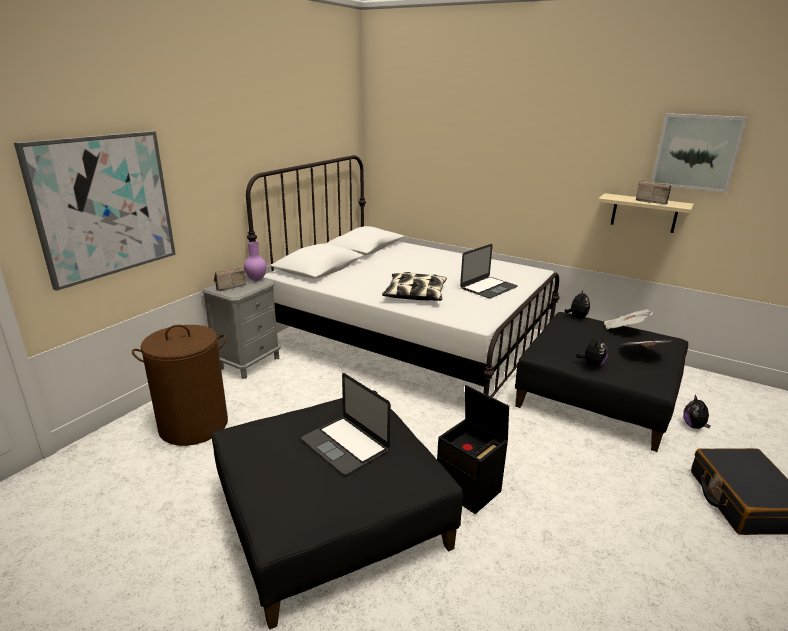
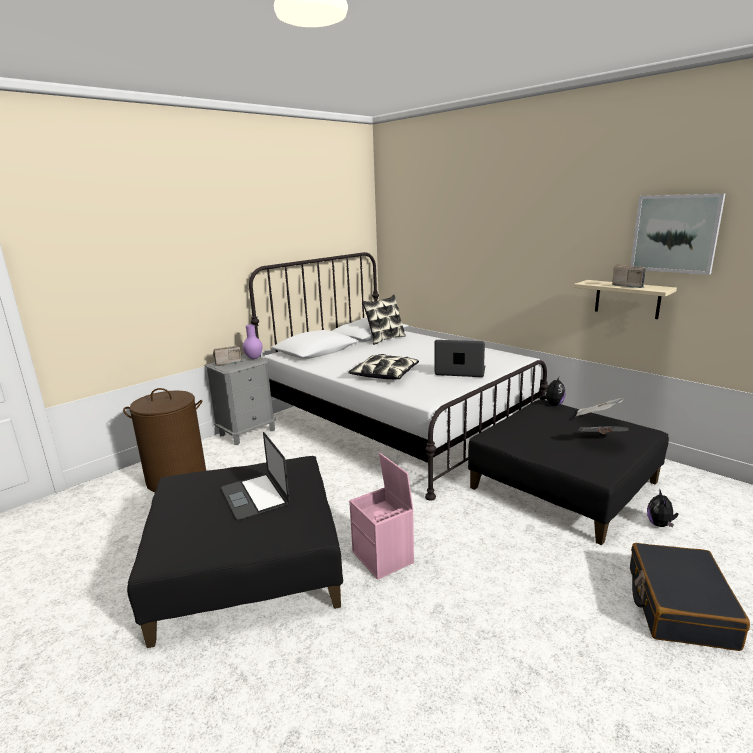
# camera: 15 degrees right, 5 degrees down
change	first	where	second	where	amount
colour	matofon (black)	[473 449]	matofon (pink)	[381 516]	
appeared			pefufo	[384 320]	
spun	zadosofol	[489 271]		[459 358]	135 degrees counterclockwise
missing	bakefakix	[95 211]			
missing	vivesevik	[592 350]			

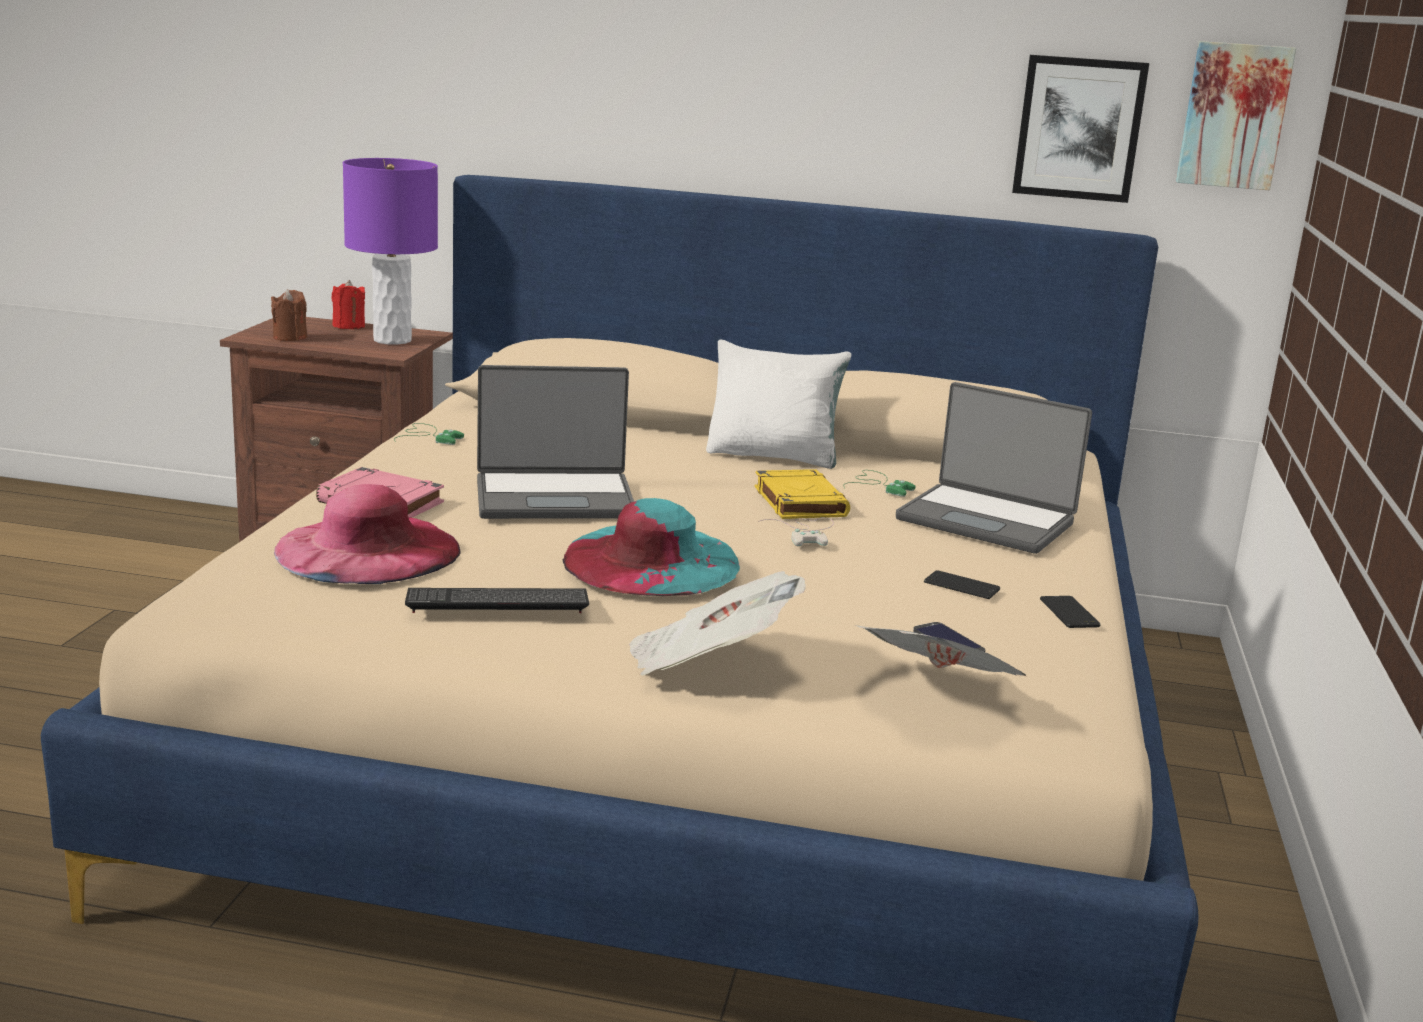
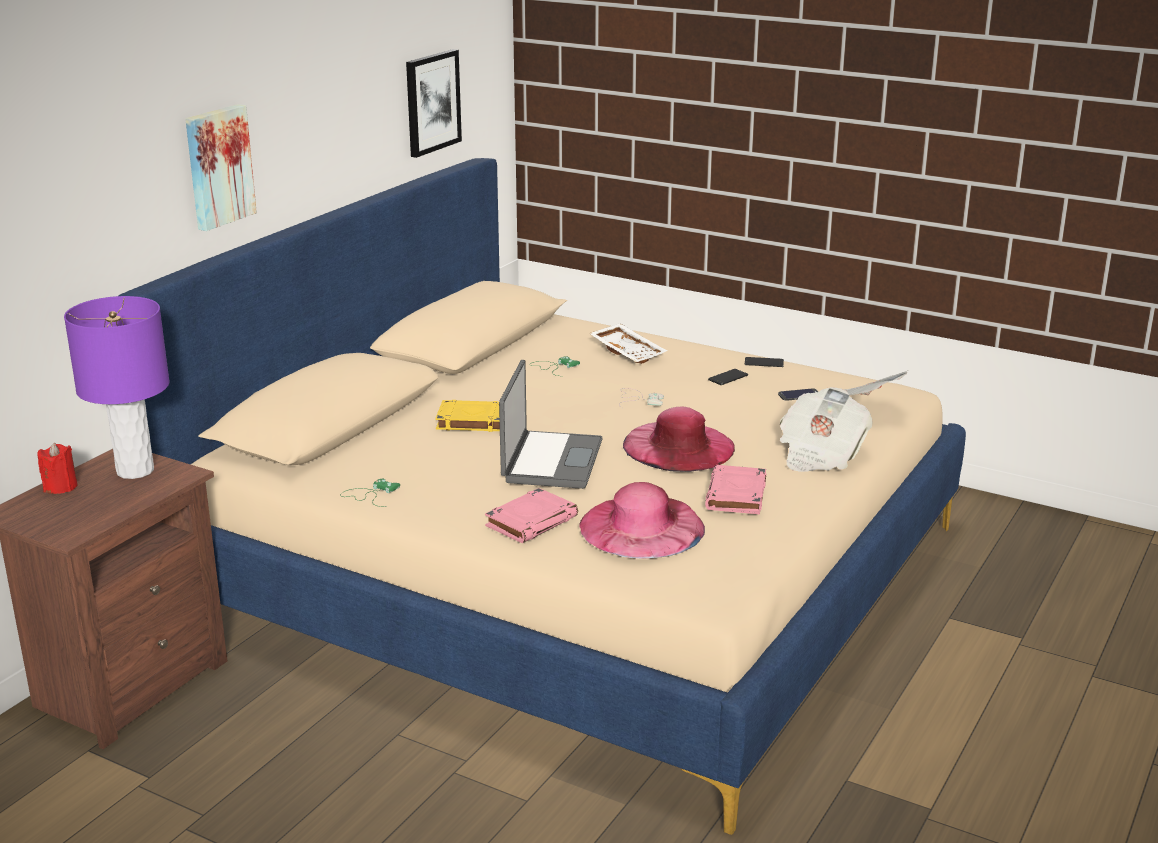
# camera: 70 degrees left, 5 degrees up
change	first	where	second	where	amount
relocated	bakefakix	[1236 115]		[221 167]	
relocated	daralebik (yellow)	[802 494]		[467 416]	
exchanged	zadosofol	[994 468]	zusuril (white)	[628 343]	
colour	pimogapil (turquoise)	[651 547]	pimogapil (pink)	[679 439]	
exchanged	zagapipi	[497 600]	daralebik (pink)	[735 489]	
missing	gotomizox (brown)	[289 315]			
missing	pefufo (white)	[779 404]			

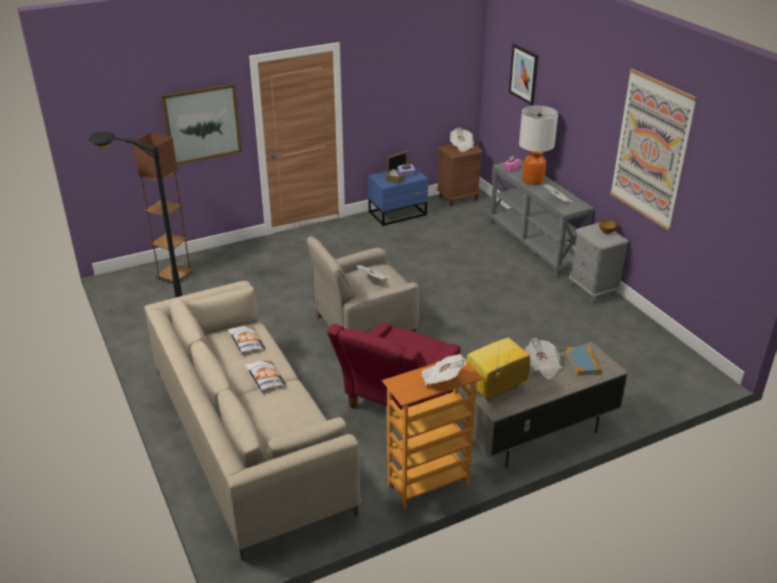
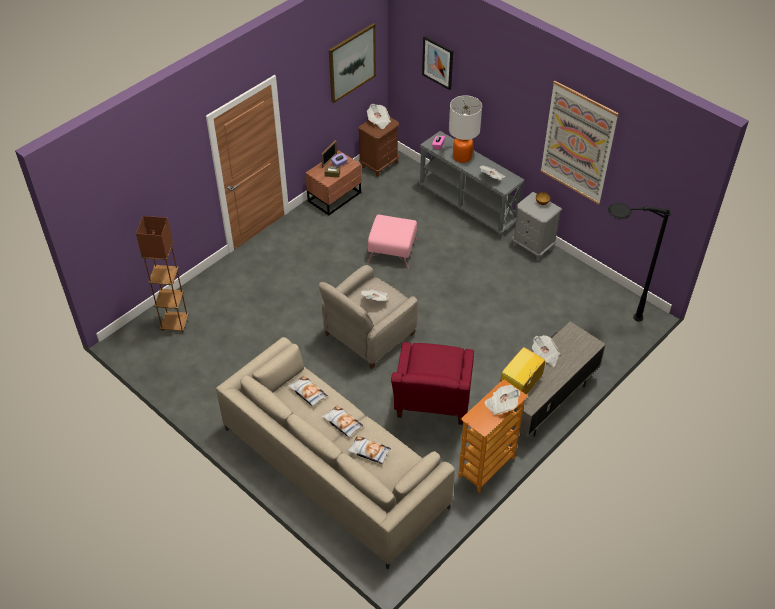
# camera: 20 degrees left, 15 degrees up
change	first	where	second	where	amount
colour	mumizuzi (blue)	[398 196]	mumizuzi (brown)	[333 182]	
relocated	bakefakix	[201 124]		[352 63]	
appeared			pefufo	[369 450]	
appeared			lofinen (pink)	[392 242]	
relocated	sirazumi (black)	[135 215]		[639 262]	
missing	daralebik	[583 361]			

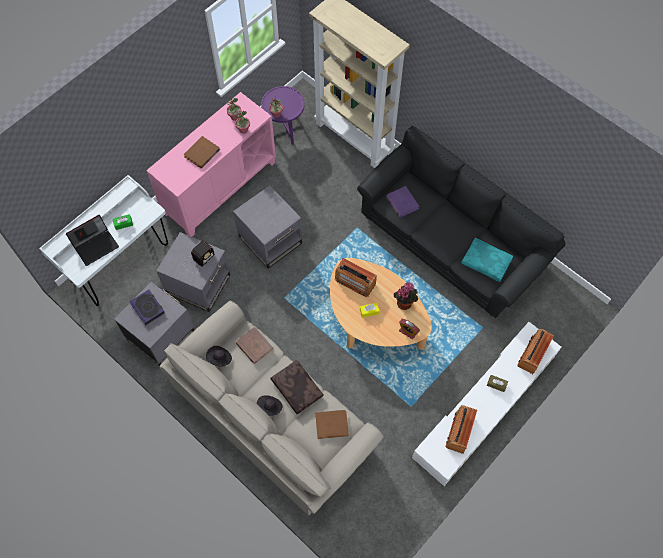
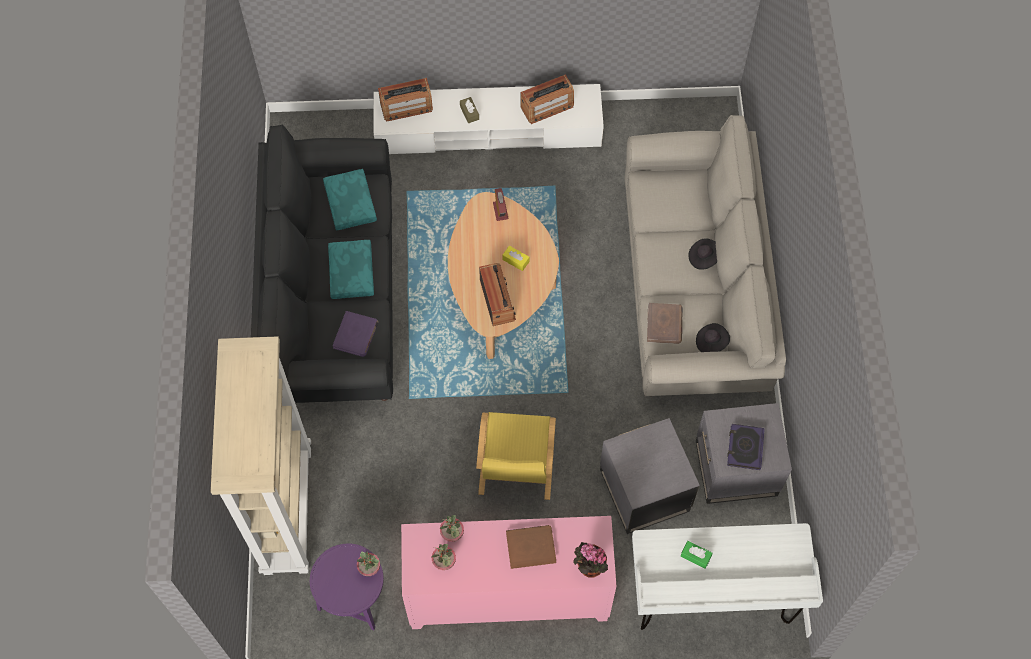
# camera: 135 degrees left, 0 degrees up
change	first	where	second	where	amount
appeared			pefufo (turquoise)	[351 269]	
exchanged	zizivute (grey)	[268 227]	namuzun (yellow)	[516 456]	
relocated	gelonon	[406 296]		[590 560]	
missing	zadosofol	[92 240]			
missing	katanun	[199 257]			
missing	pefufo (brown)	[297 387]			
missing	daralebik (brown)	[332 424]			

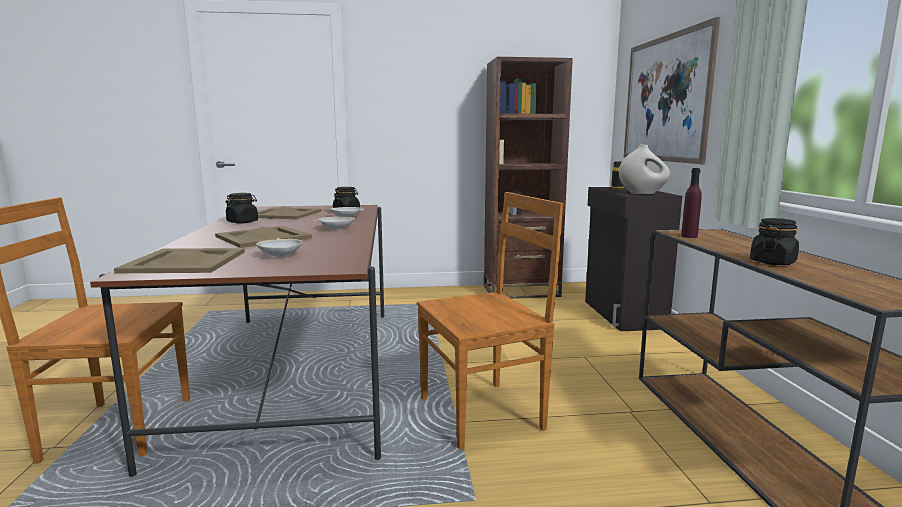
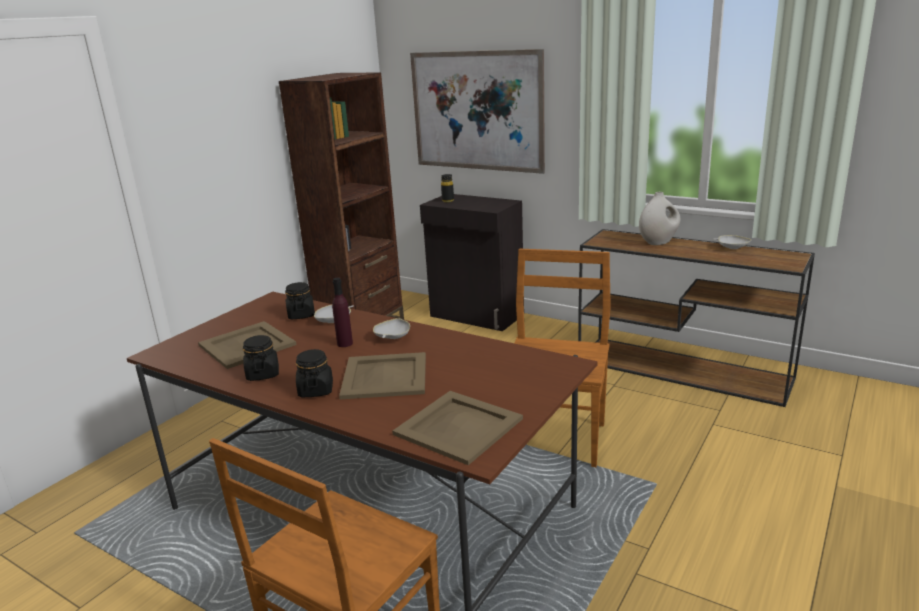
# camera: 50 degrees left, 10 degrees up
change	first	where	second	where	amount
relocated	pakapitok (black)	[774 241]		[314 373]	
relocated	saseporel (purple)	[691 203]		[342 312]	
relocated	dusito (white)	[644 169]		[659 218]	
relocated	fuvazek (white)	[279 248]		[732 242]	

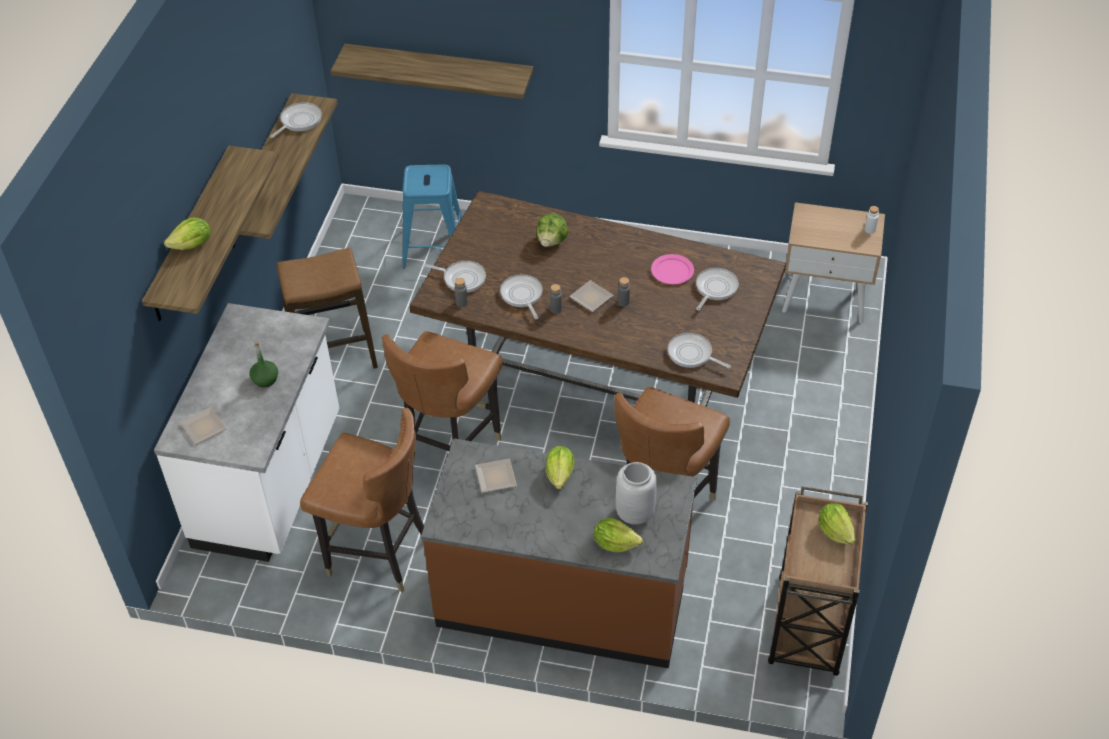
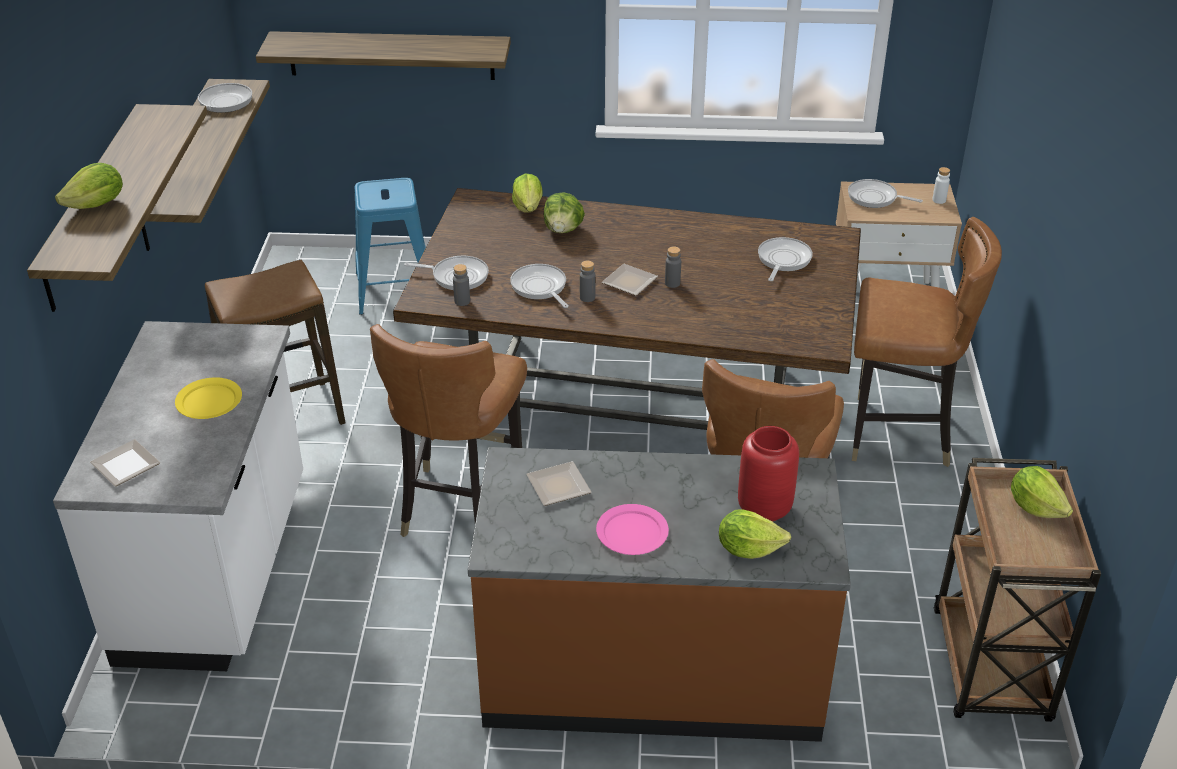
# camera: 10 degrees left, 10 degrees down
change	first	where	second	where	amount
exchanged	saseporel (green)	[263 364]	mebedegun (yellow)	[208 398]	
relocated	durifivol	[560 467]		[527 193]	
relocated	mebedegun (pink)	[672 269]		[632 529]	
colour	dusito (grey)	[636 493]	dusito (red)	[768 474]	
relocated	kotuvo	[699 350]		[885 193]	
relocated	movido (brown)	[362 500]		[927 342]	

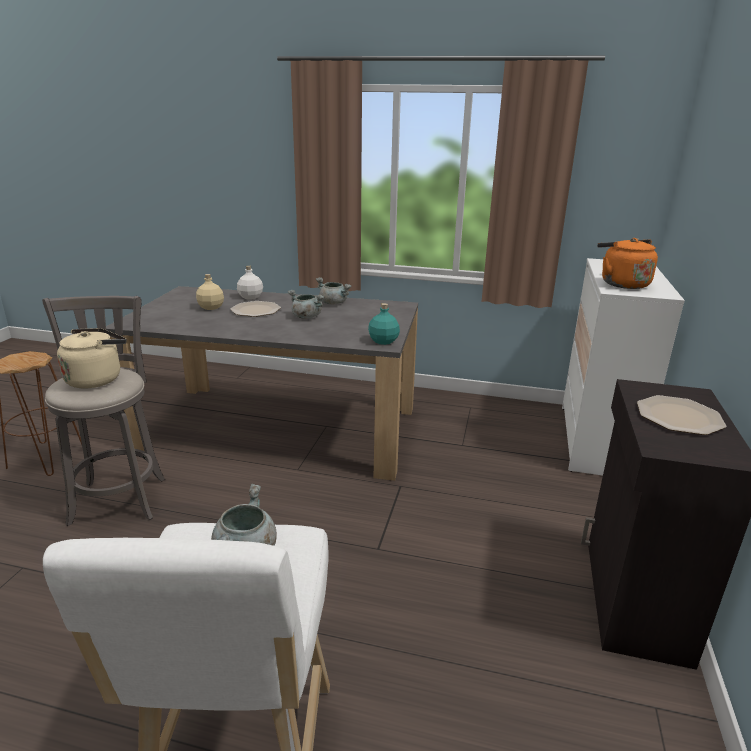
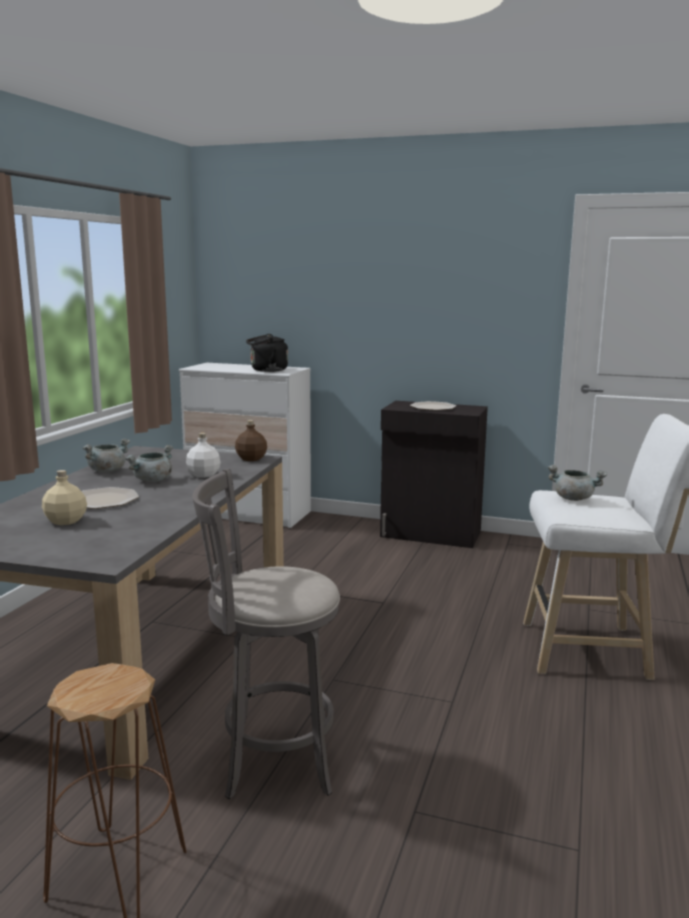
# camera: 85 degrees left, 10 degrees down
change	first	where	second	where	amount
relocated	saseporel (white)	[250 282]		[203 455]	
colour	saseporel (turquoise)	[384 324]	saseporel (brown)	[251 440]	
colour	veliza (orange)	[627 263]	veliza (black)	[267 353]	
missing	veliza (beige)	[91 358]			

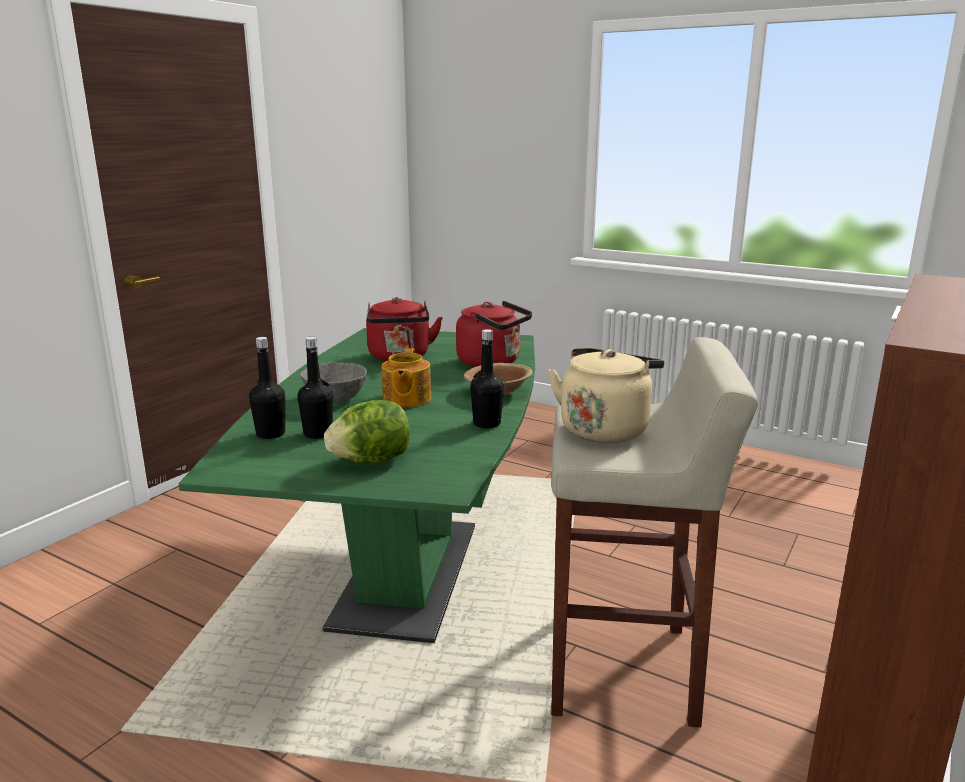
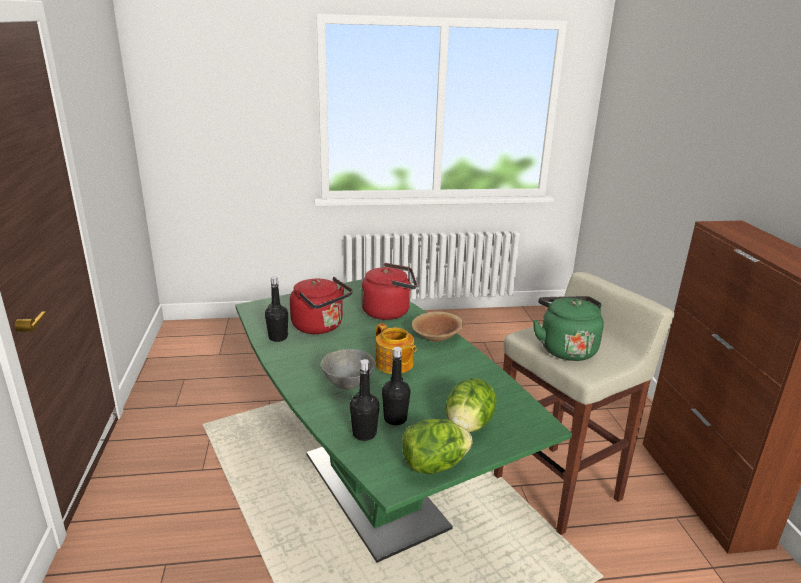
# camera: 40 degrees left, 5 degrees up
change	first	where	second	where	amount
relocated	saseporel (black)	[487 378]		[276 309]	
appeared			durifivol	[437 446]	
colour	veliza (beige)	[606 395]	veliza (green)	[568 328]	

